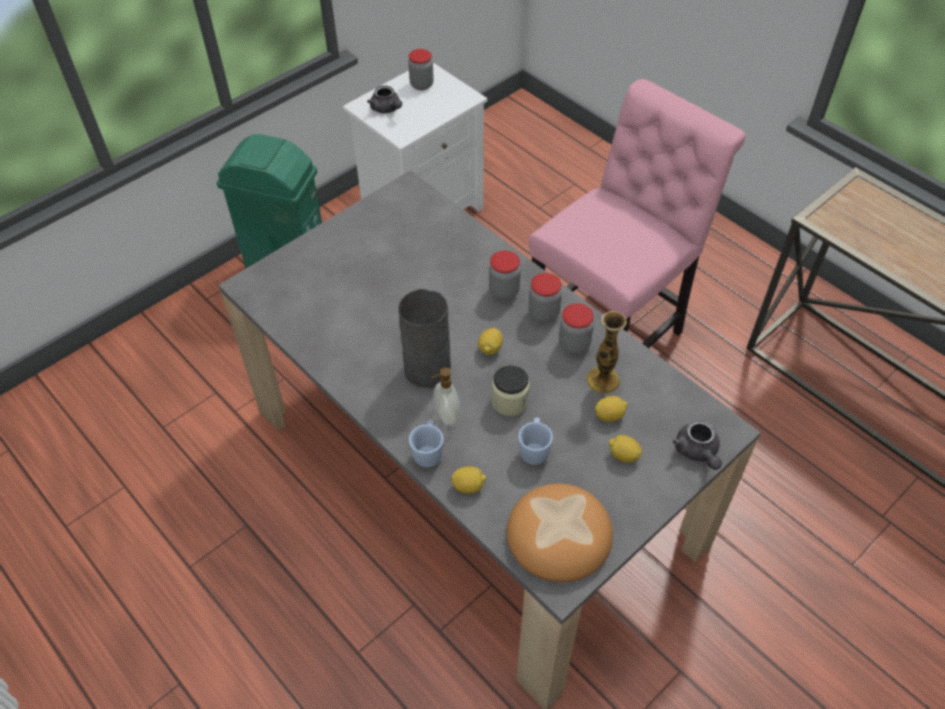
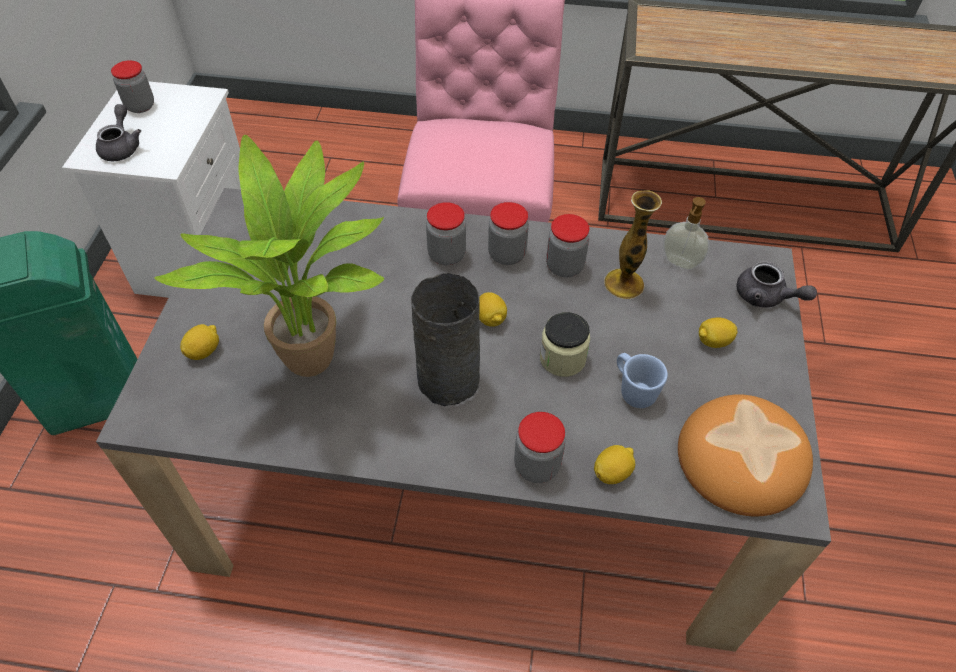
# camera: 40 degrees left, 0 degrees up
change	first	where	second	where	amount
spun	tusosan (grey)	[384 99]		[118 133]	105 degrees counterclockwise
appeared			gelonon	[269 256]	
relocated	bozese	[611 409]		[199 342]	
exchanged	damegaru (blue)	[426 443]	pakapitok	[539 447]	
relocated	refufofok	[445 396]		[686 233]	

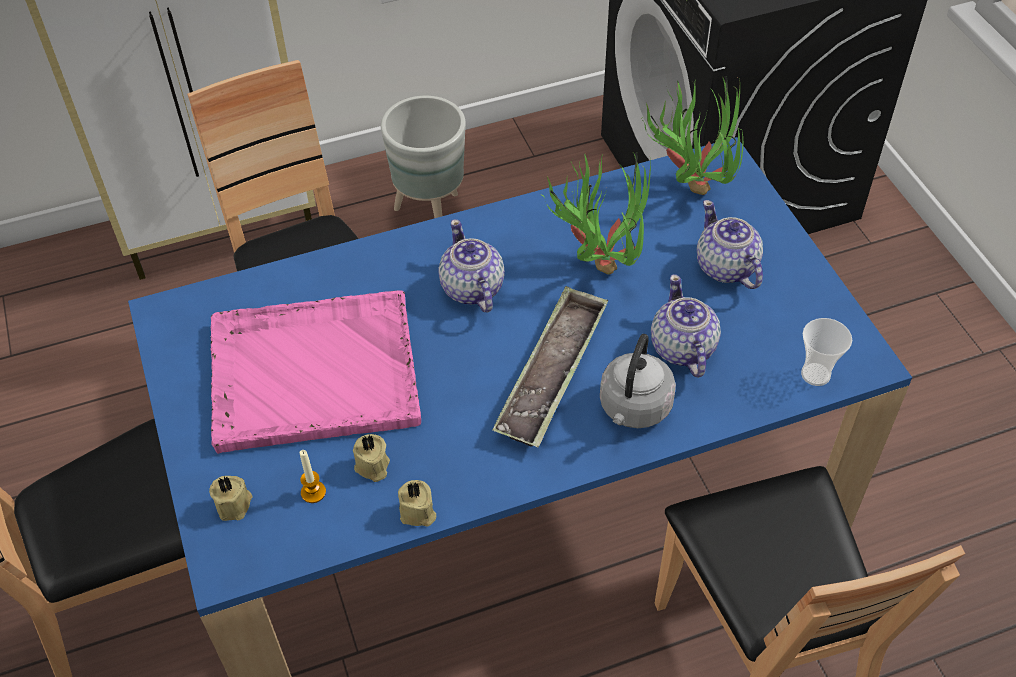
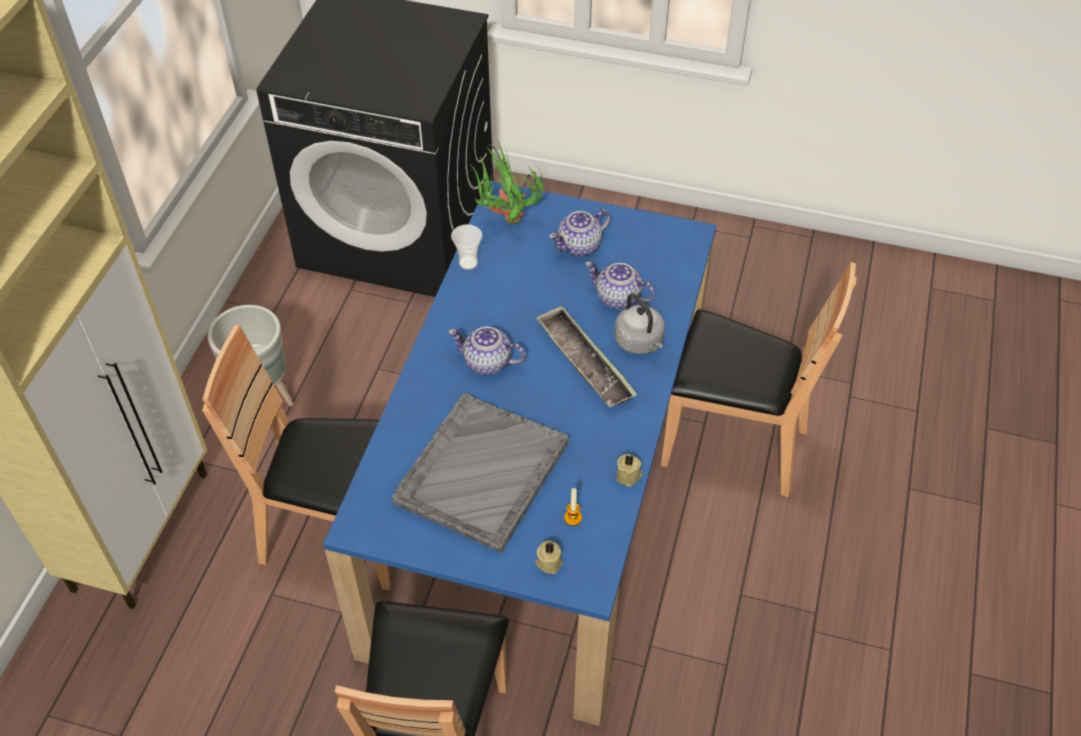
# camera: 55 degrees left, 0 degrees up
change	first	where	second	where	amount
colour	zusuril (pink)	[315 372]	zusuril (grey)	[480 473]	
relocated	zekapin	[826 352]		[466 247]	
spun	tusosan	[730 244]		[579 232]	45 degrees counterclockwise
missing	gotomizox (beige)	[371 458]			
missing	gelonon	[595 213]			

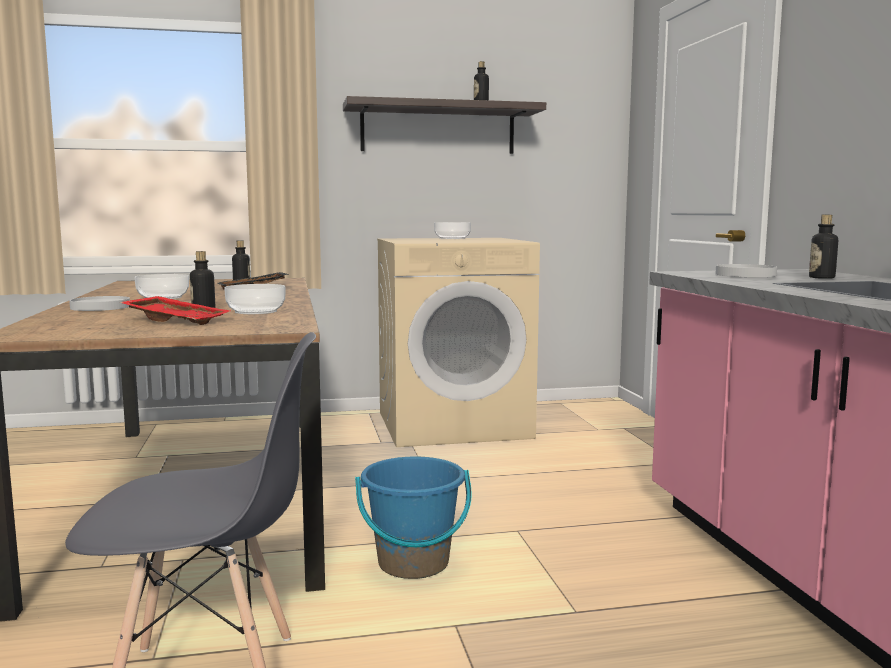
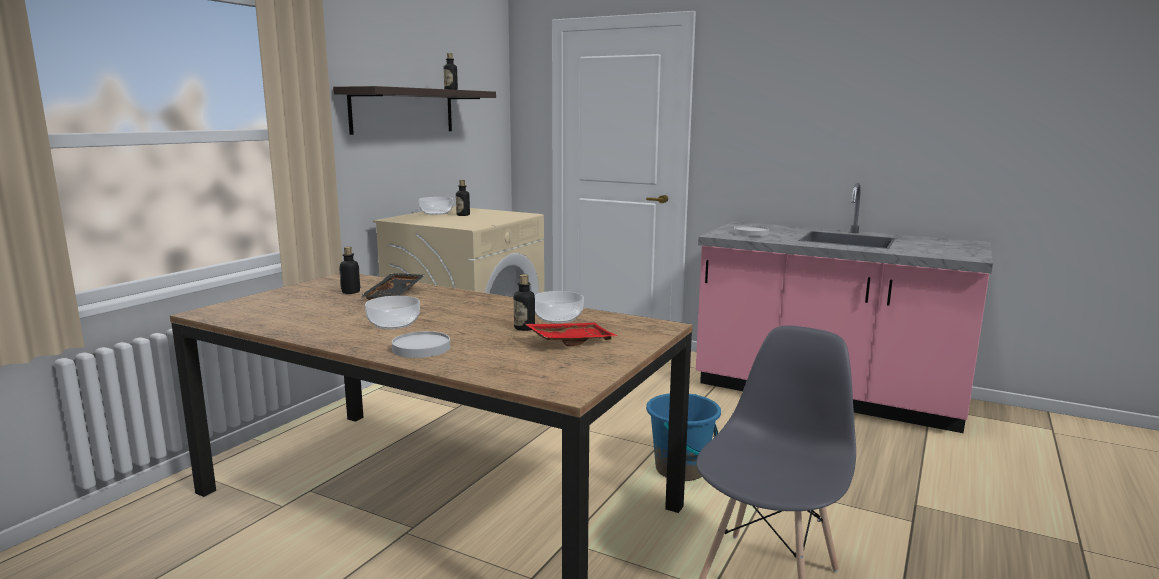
# camera: 50 degrees left, 5 degrees up
change	first	where	second	where	amount
relocated	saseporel	[823 247]		[463 198]	

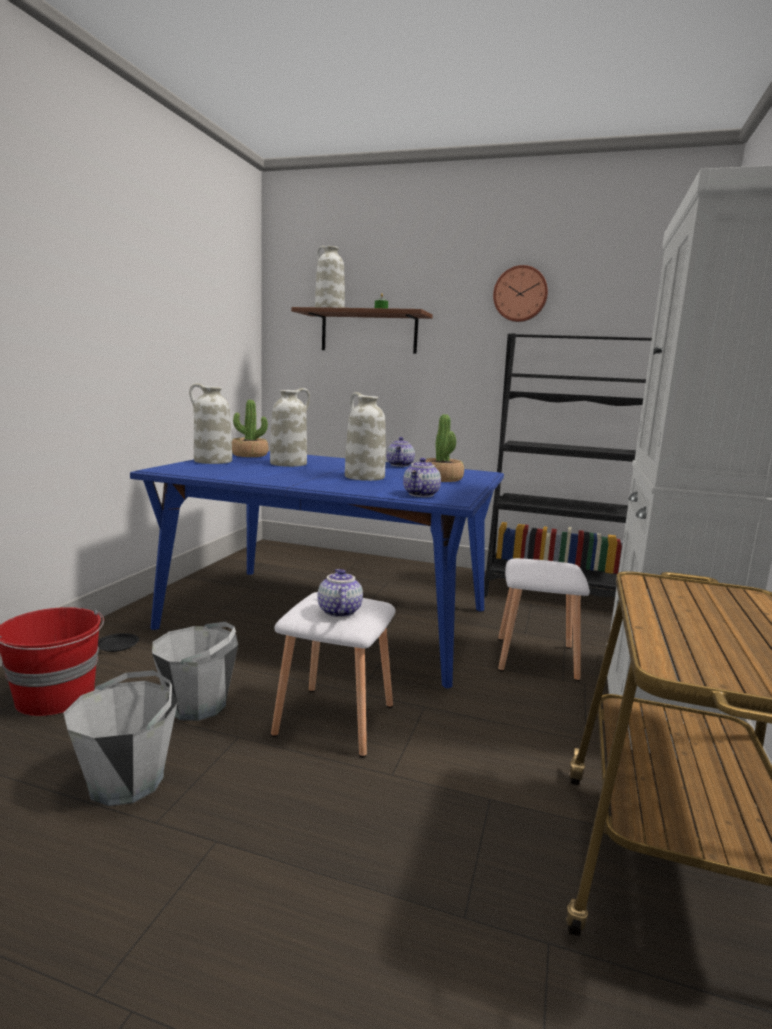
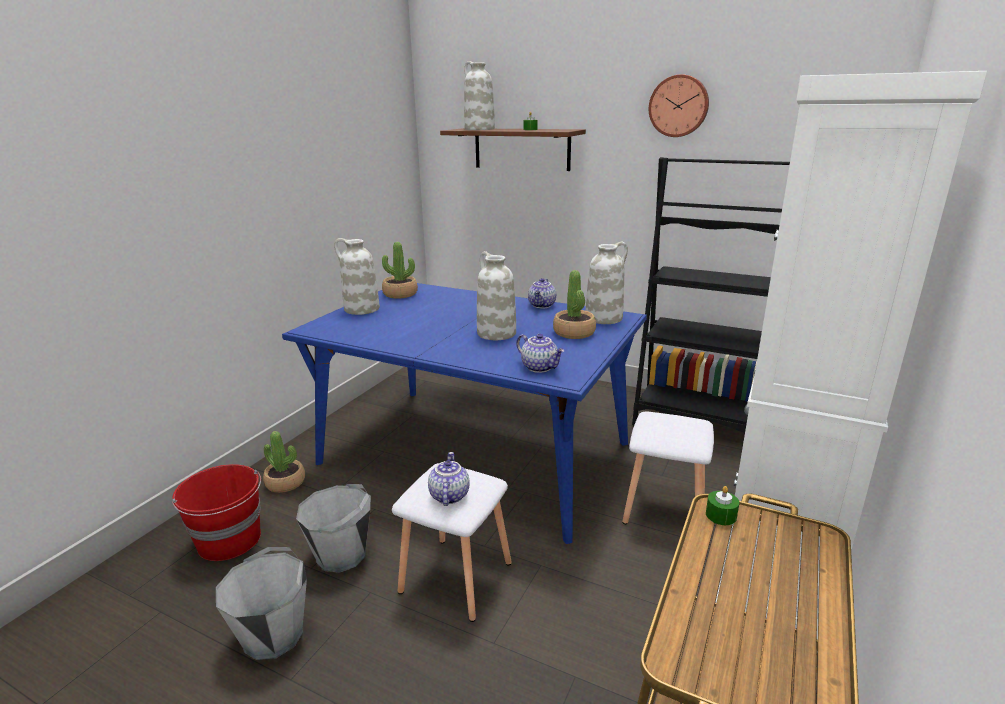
# camera: 10 degrees right, 10 degrees up
change	first	where	second	where	amount
exchanged	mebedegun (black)	[118 642]	gelonon	[284 462]	
spun	tusosan	[422 477]		[540 353]	75 degrees counterclockwise
relocated	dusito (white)	[290 427]		[607 283]	
appeared			gotomizox (green)	[722 505]	

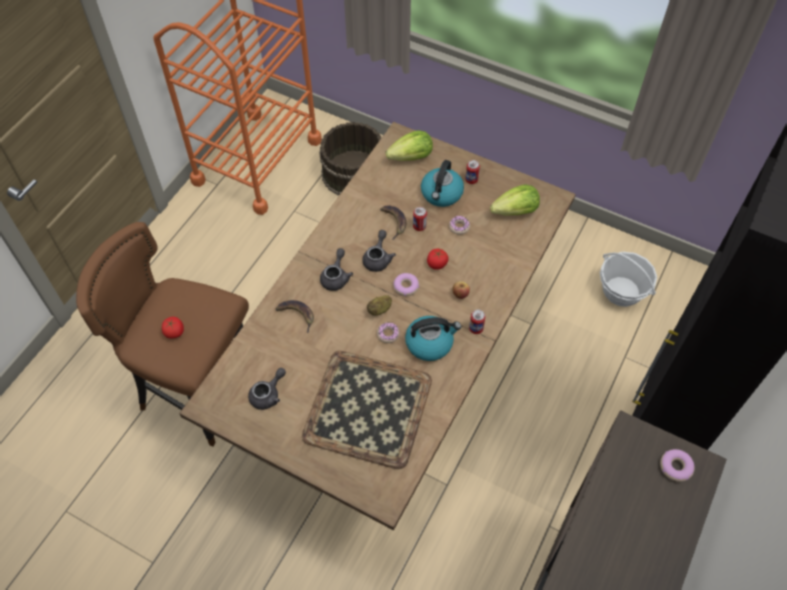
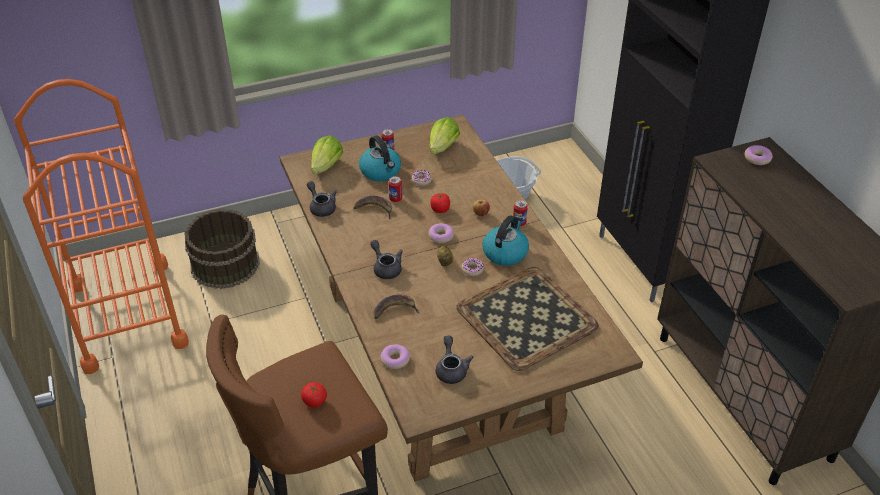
# camera: 50 degrees left, 15 degrees down
change	first	where	second	where	amount
relocated	tusosan (grey)	[379 251]		[322 199]	
appeared			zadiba	[395 356]	

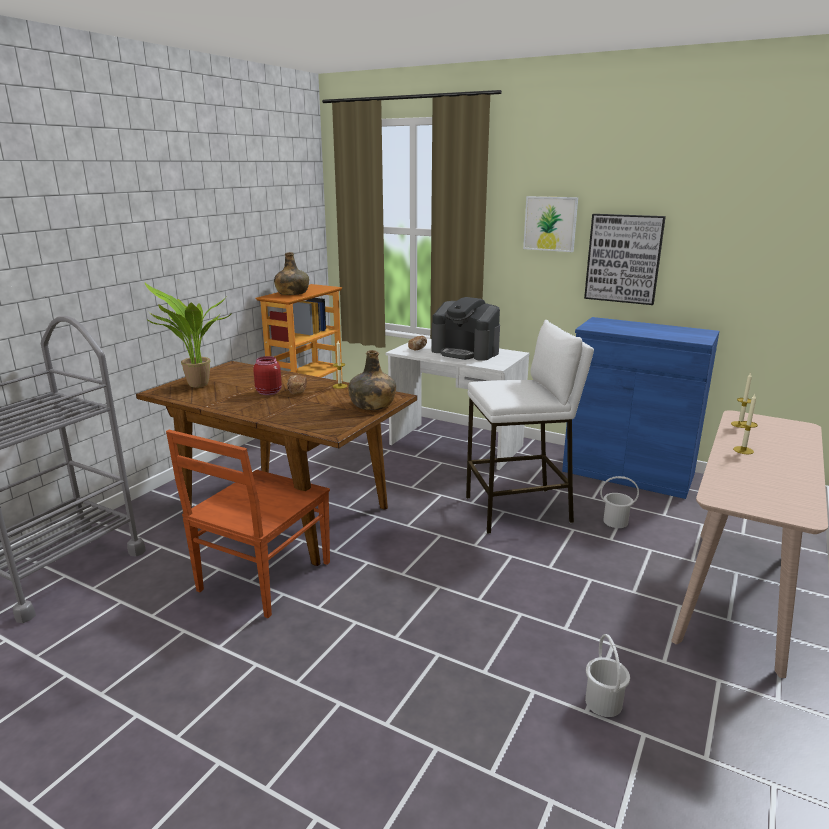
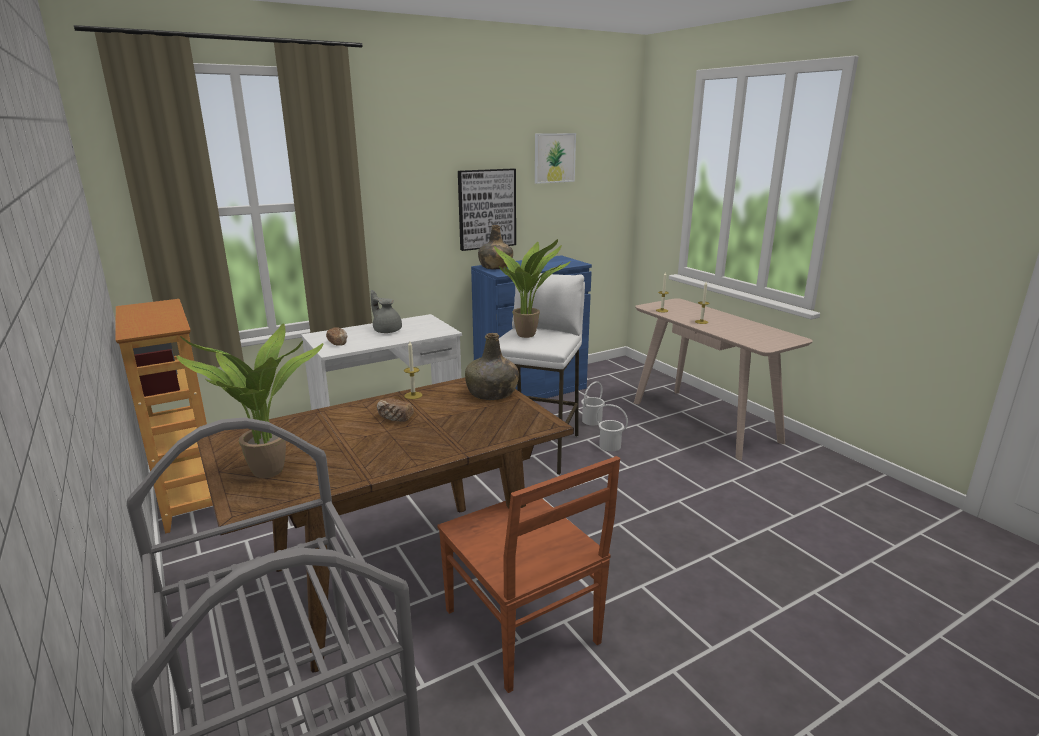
# camera: 60 degrees left, 0 degrees up
change	first	where	second	where	amount
exchanged	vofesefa	[465 329]	tusosan (grey)	[386 311]	
relocated	saseporel (green)	[291 273]		[495 247]	
appeared			gelonon	[532 288]	
relocated	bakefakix	[550 224]		[555 158]	
relocated	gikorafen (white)	[607 675]		[612 427]	
missing	pakapitok (red)	[267 375]			

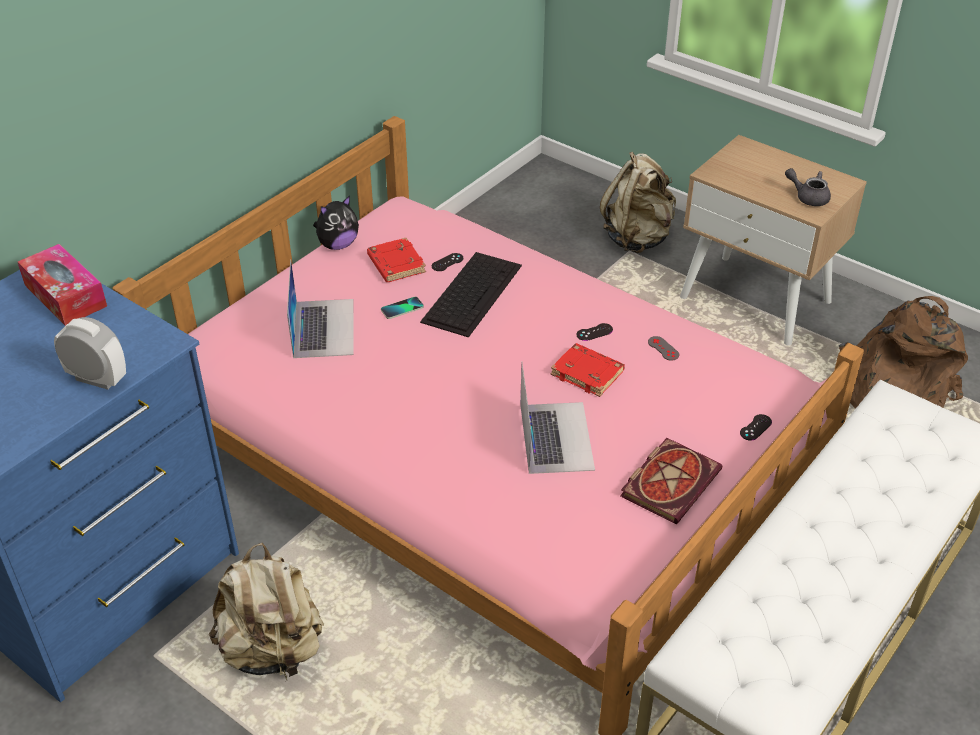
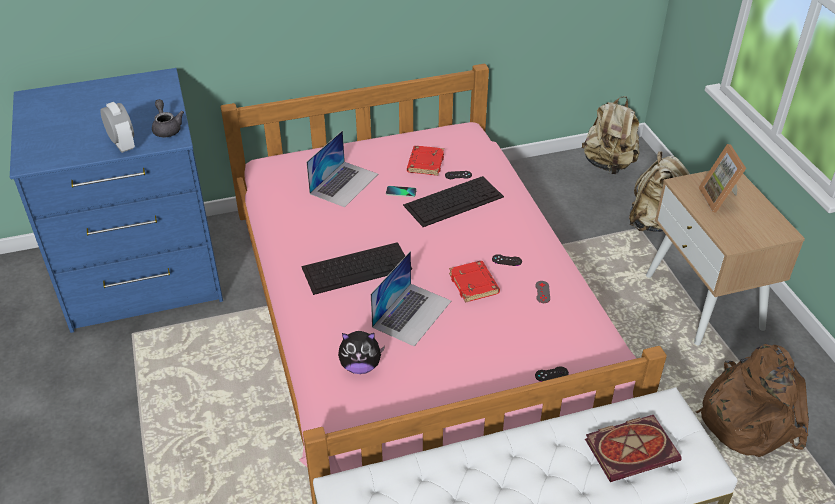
# camera: 35 degrees right, 0 degrees up
change	first	where	second	where	amount
relocated	tusosan (grey)	[808 187]		[168 118]	
appeared			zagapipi	[356 268]	
relocated	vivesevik	[336 222]		[361 352]	
relocated	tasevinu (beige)	[266 612]		[611 135]	
relocated	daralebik	[671 481]		[633 448]	
appeared			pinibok	[722 178]	
missing	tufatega	[62 285]			

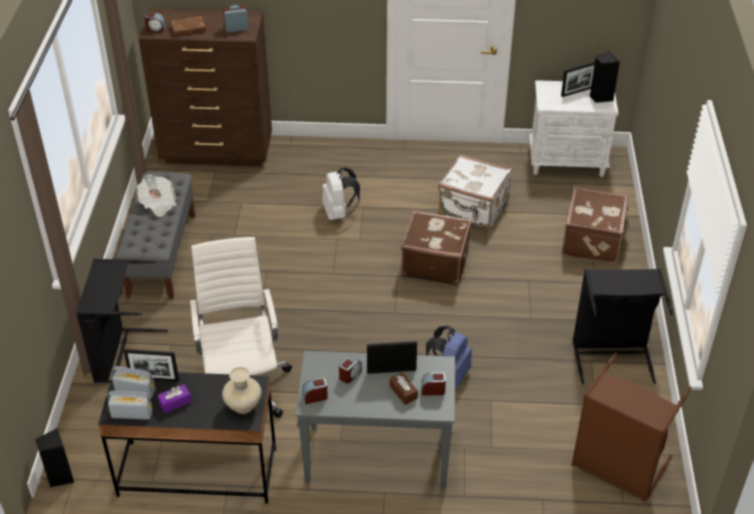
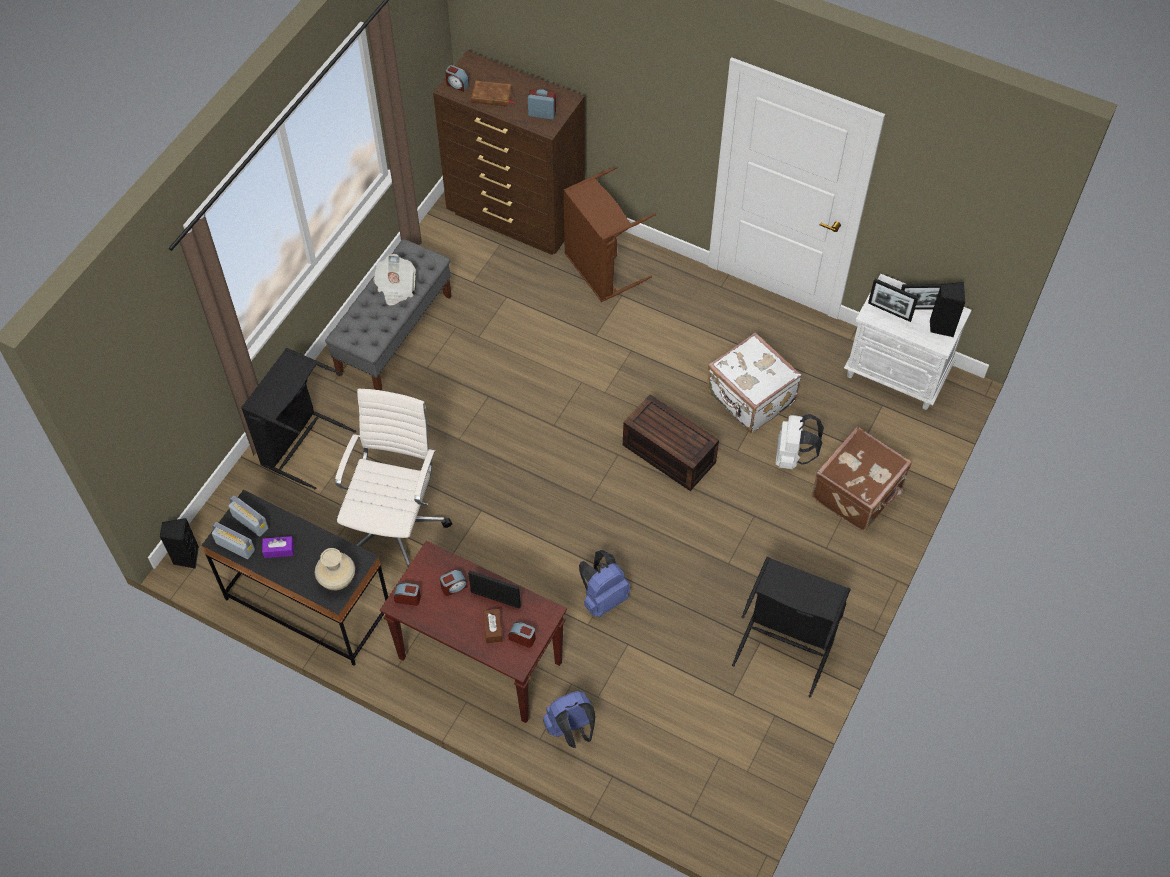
# camera: 25 degrees right, 15 degrees up
change	first	where	second	where	amount
colour	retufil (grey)	[375 420]	retufil (brown)	[473 631]	
appeared			tasevinu (blue)	[569 719]	
relocated	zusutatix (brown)	[631 427]		[609 234]	
exchanged	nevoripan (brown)	[436 248]	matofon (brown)	[671 443]	
relocated	tasevinu (white)	[341 193]		[799 441]	
relocated	pinibok	[151 365]		[893 300]	

